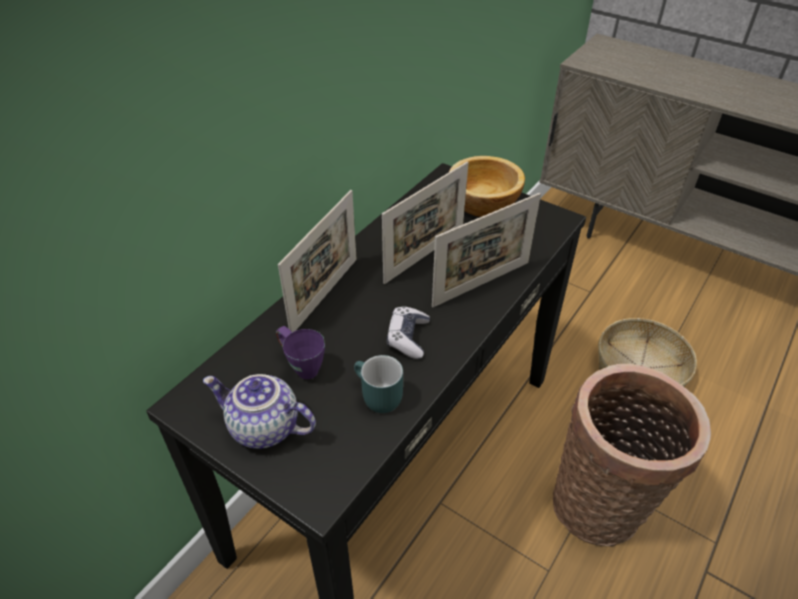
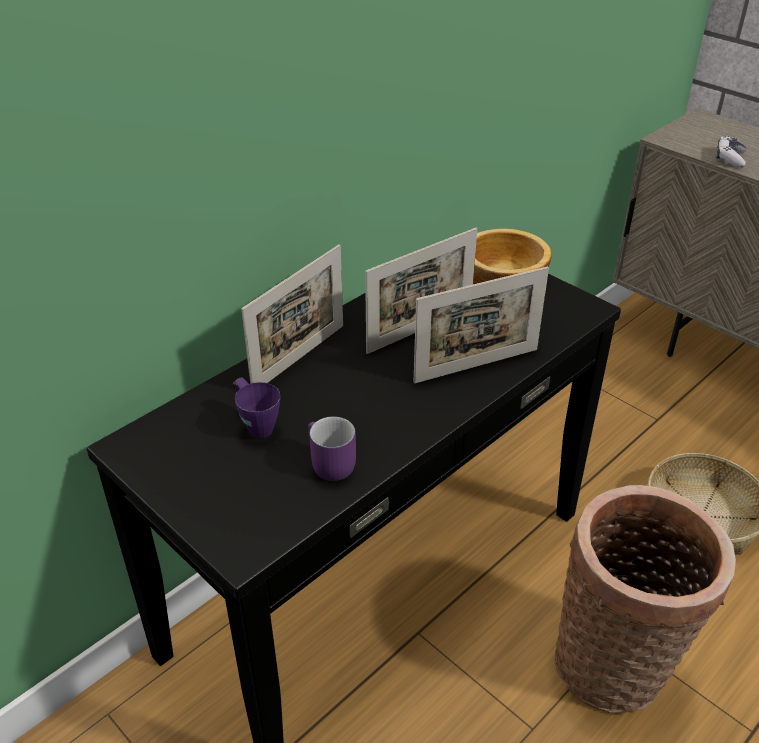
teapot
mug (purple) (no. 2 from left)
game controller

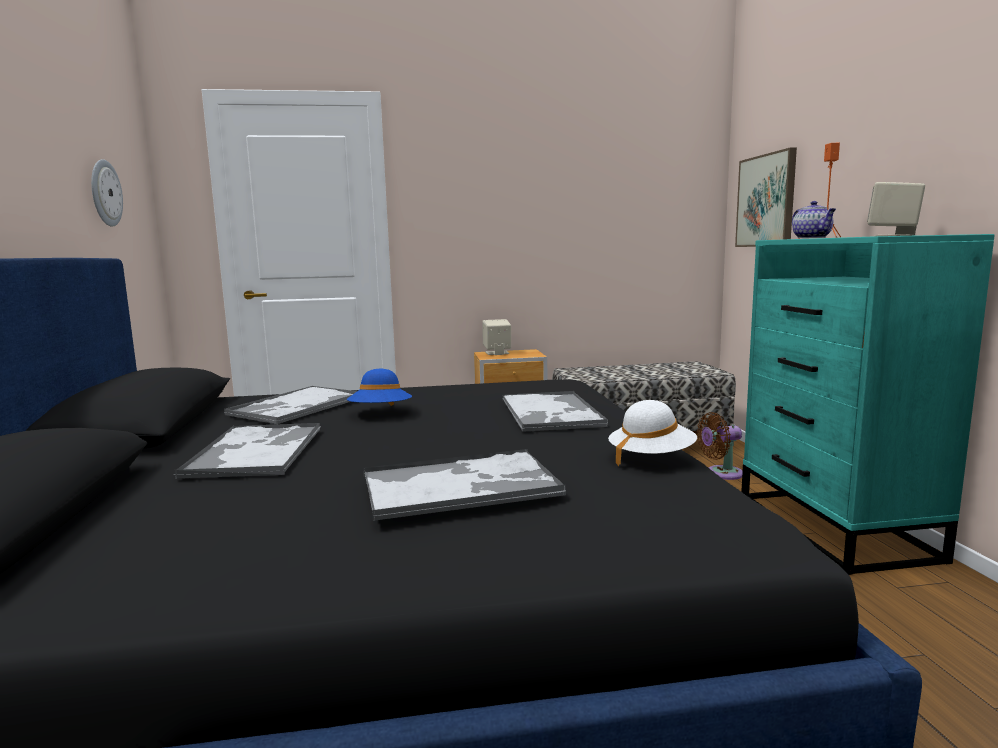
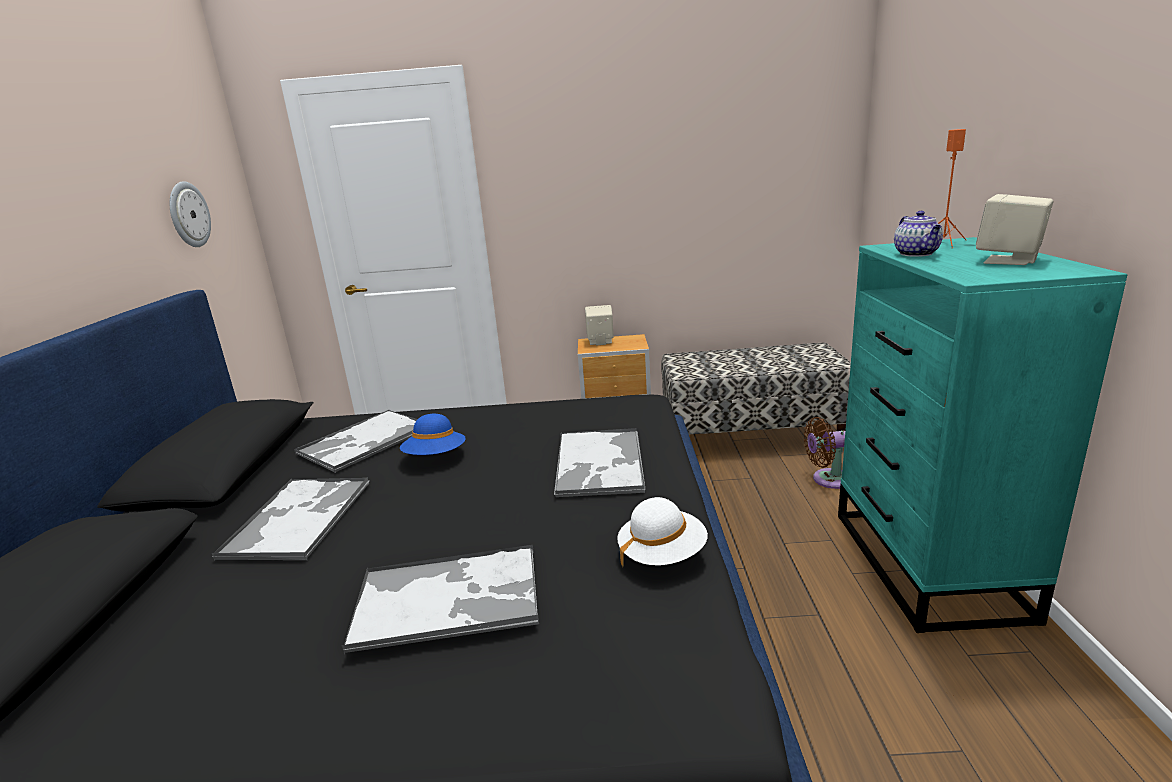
picture

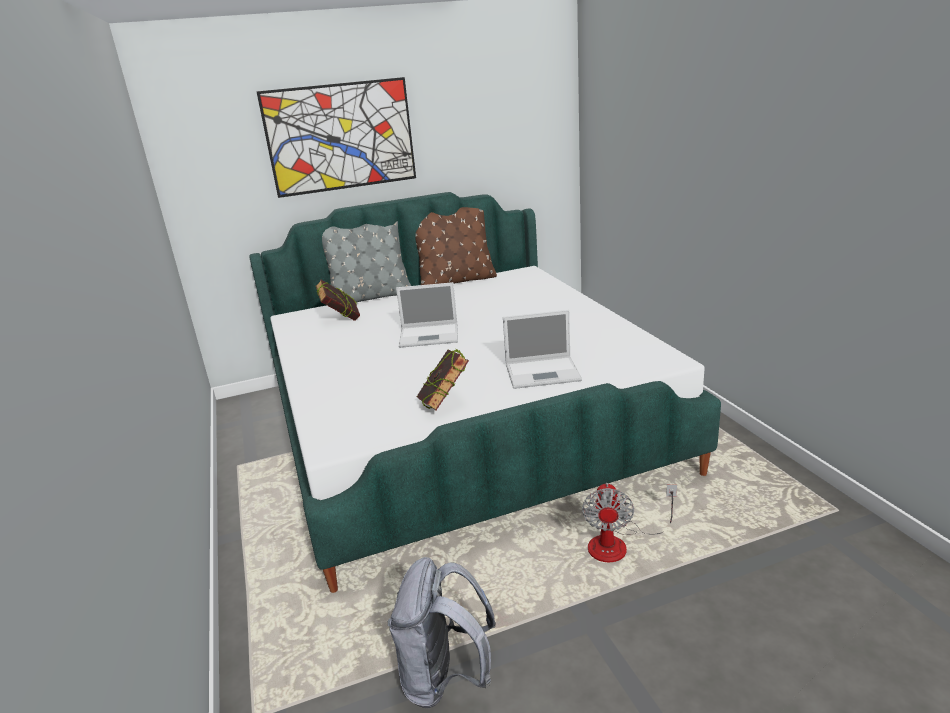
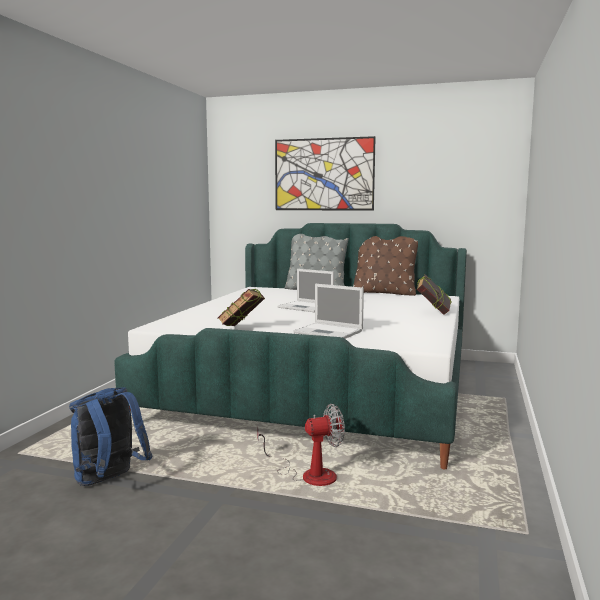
book (no. 2 from left)
backpack (blue)
fan

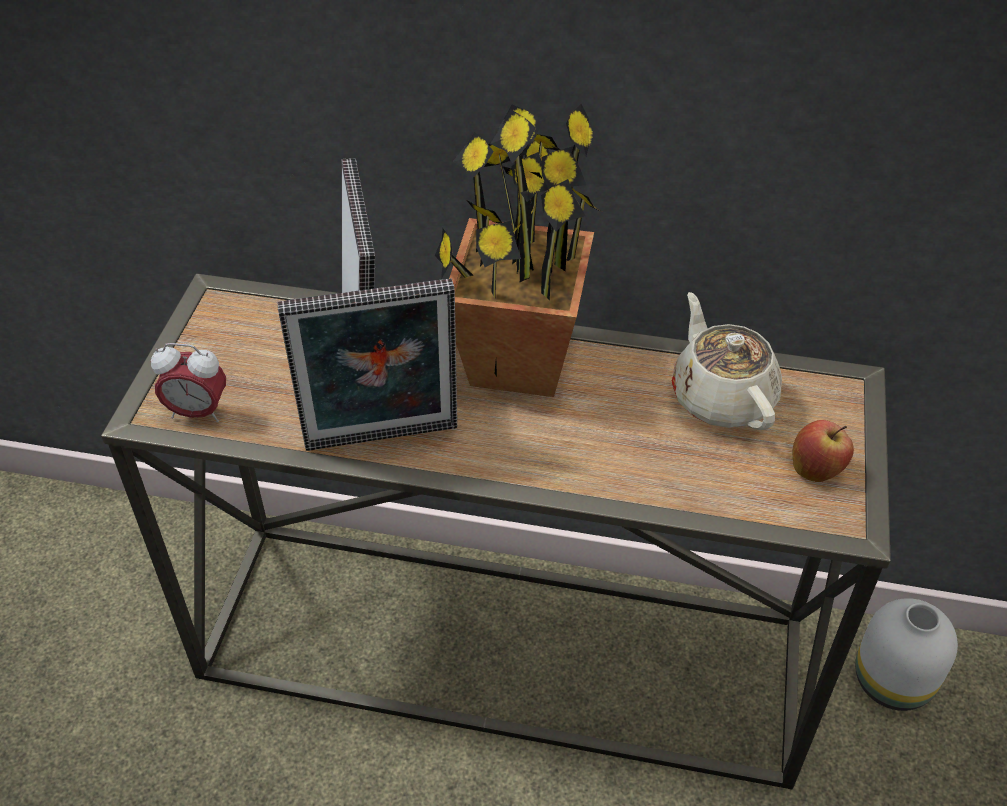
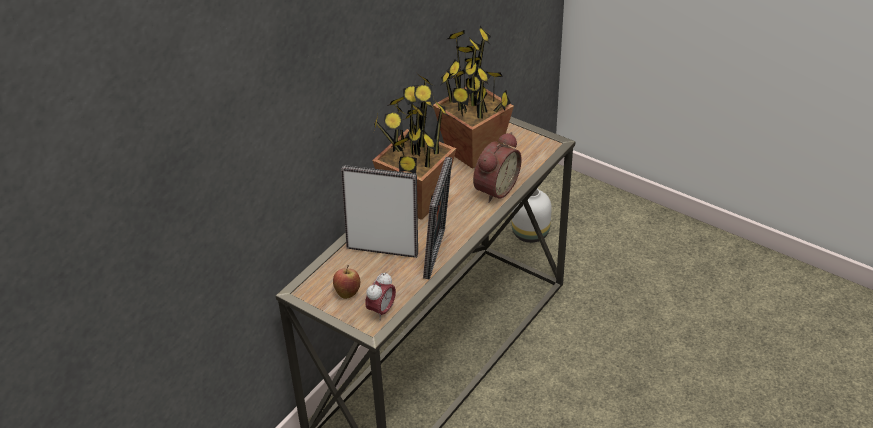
potted plant (no. 2 from left)
apple
alarm clock (no. 2 from left)

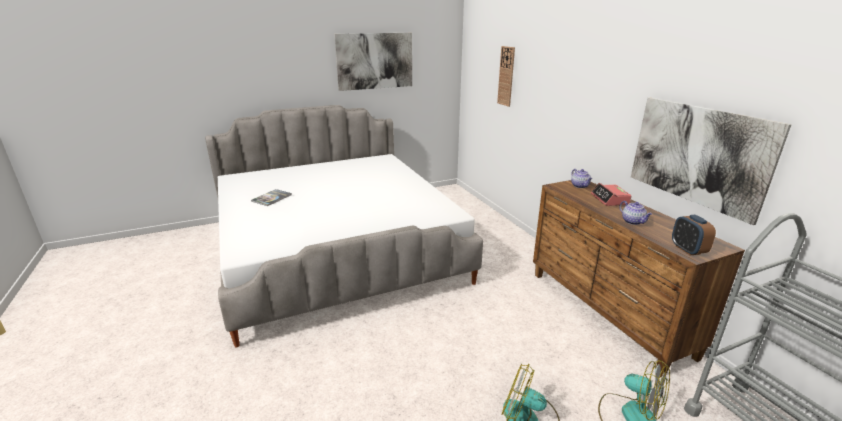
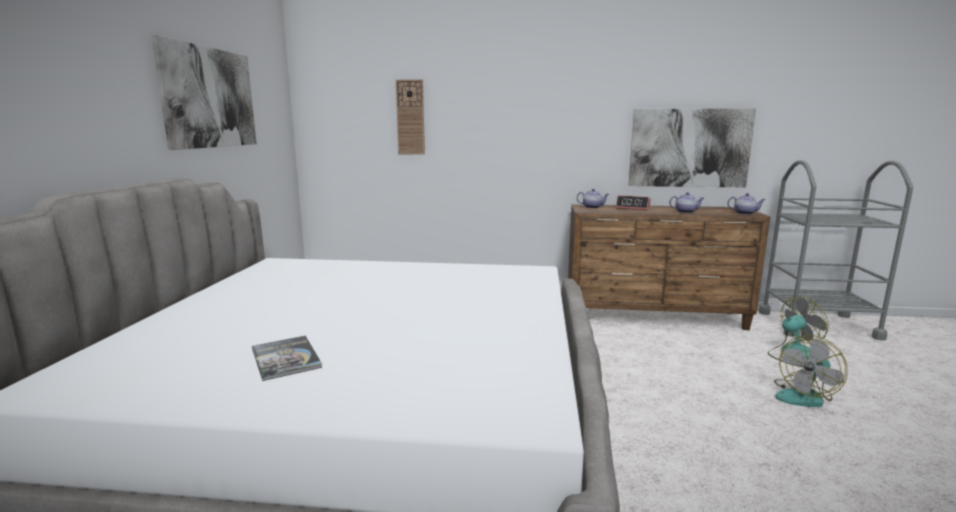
teapot (no. 3 from left)

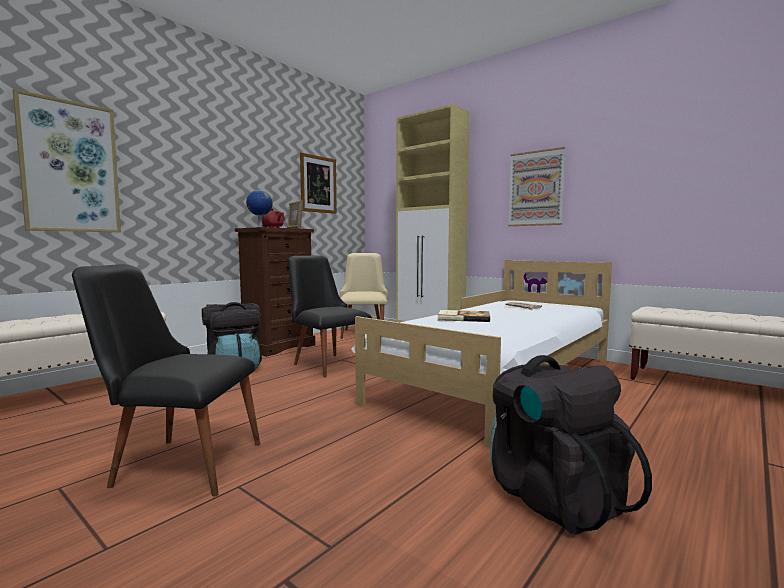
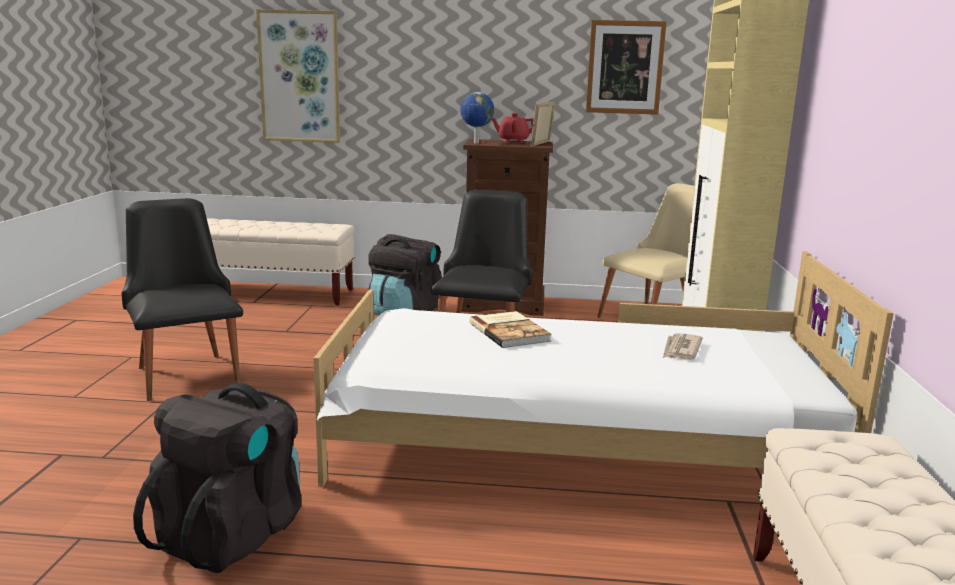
picture (no. 3 from left in the first image)

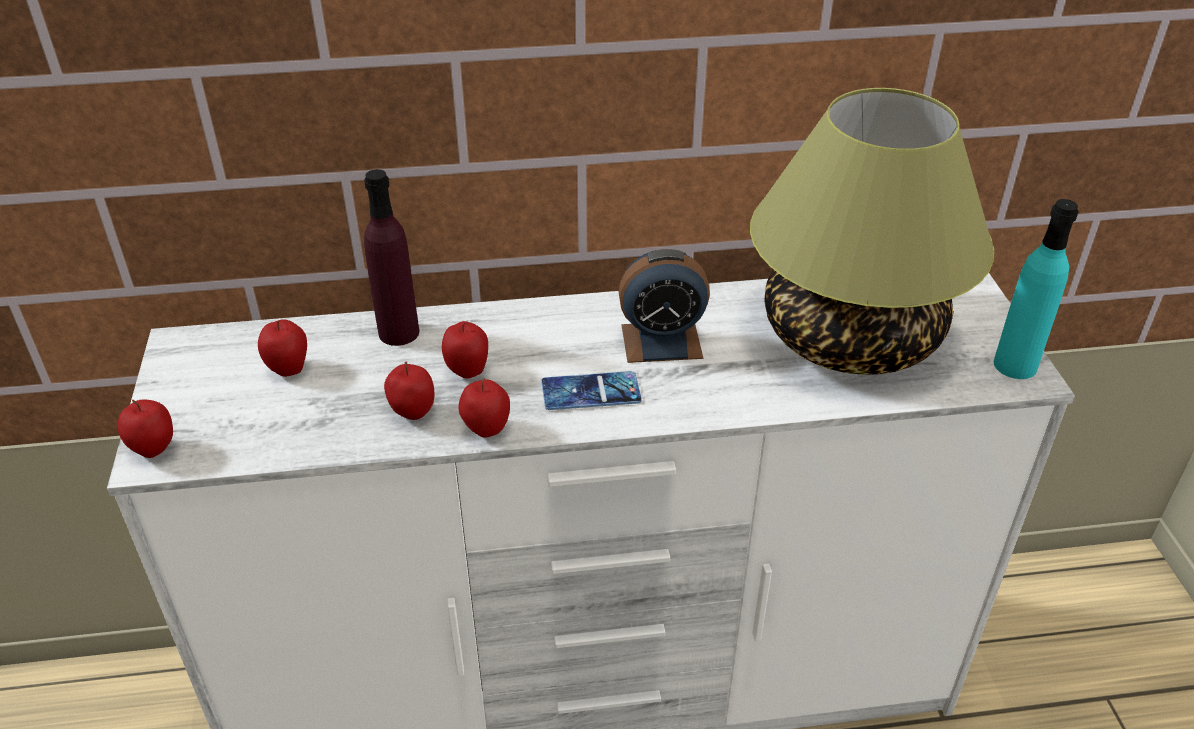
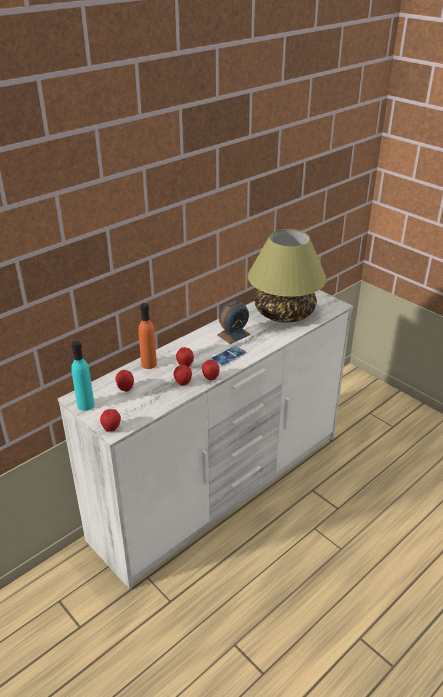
bottle (orange)
bottle (turquoise)

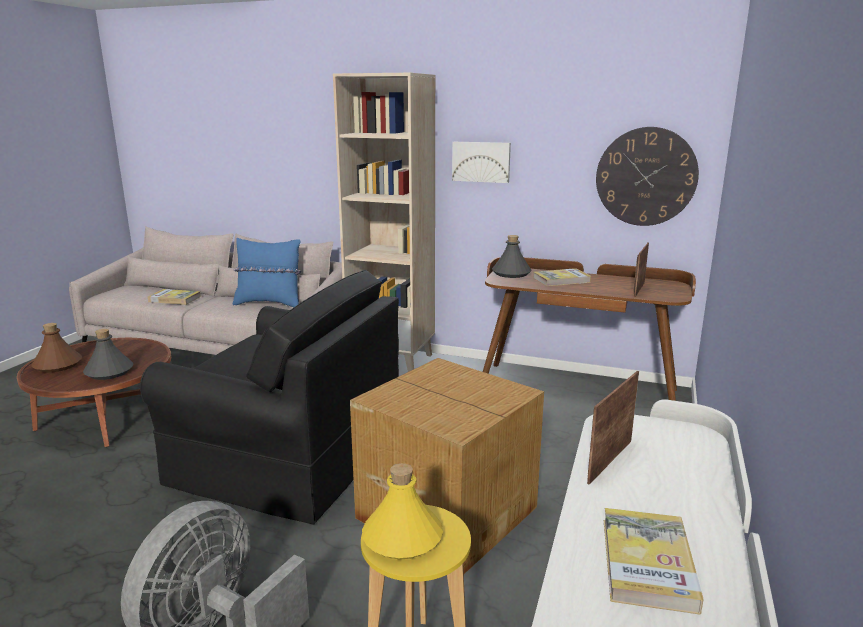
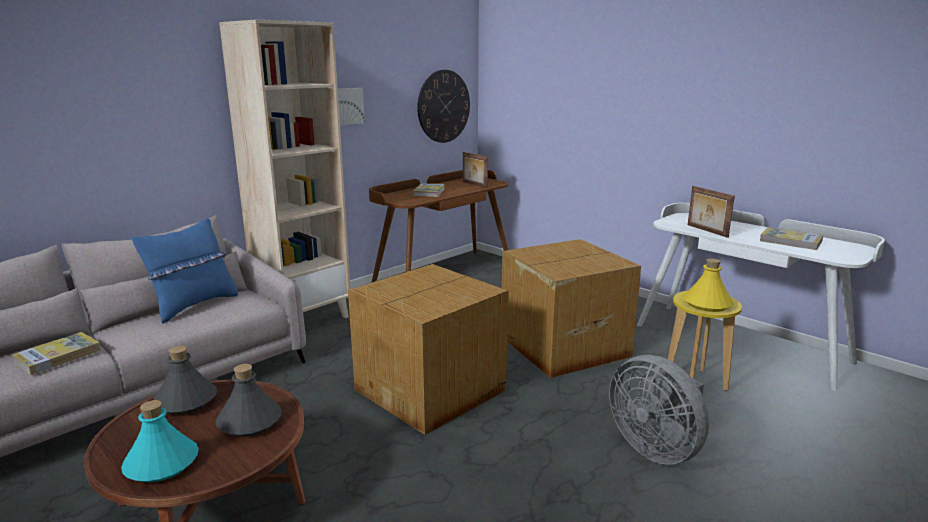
bottle (turquoise)
cardboard box (no. 1 from left)
bottle (grey) (no. 1 from left)

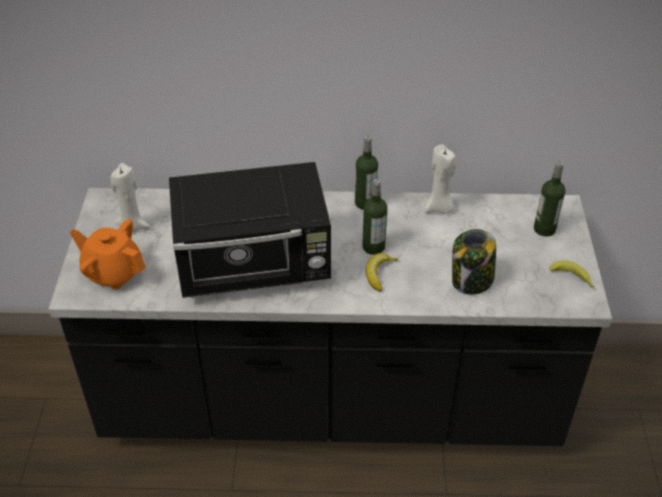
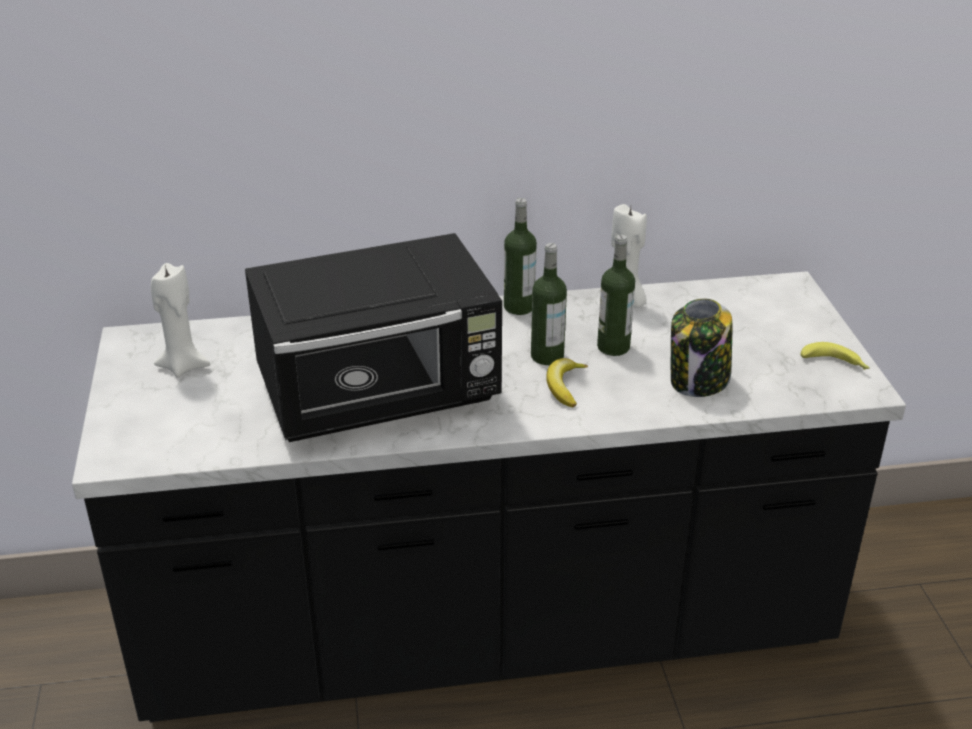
teapot (orange)
bottle (no. 3 from left)

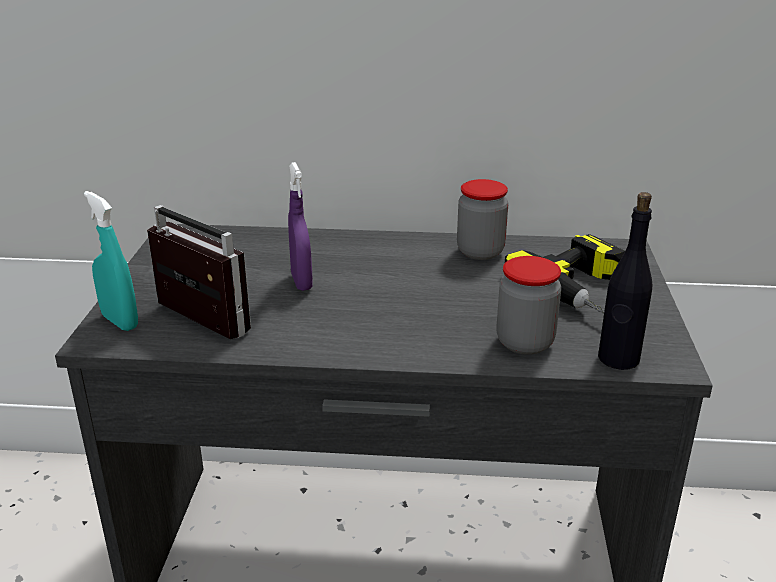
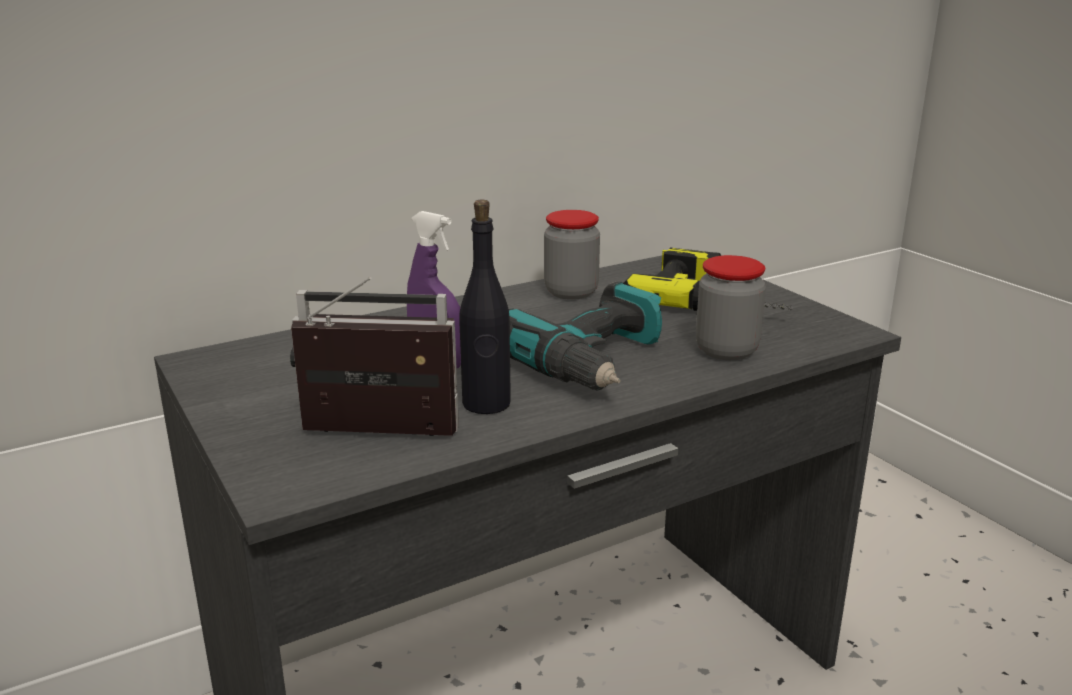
spray bottle (turquoise)
bottle (black)
power drill (no. 1 from left)

